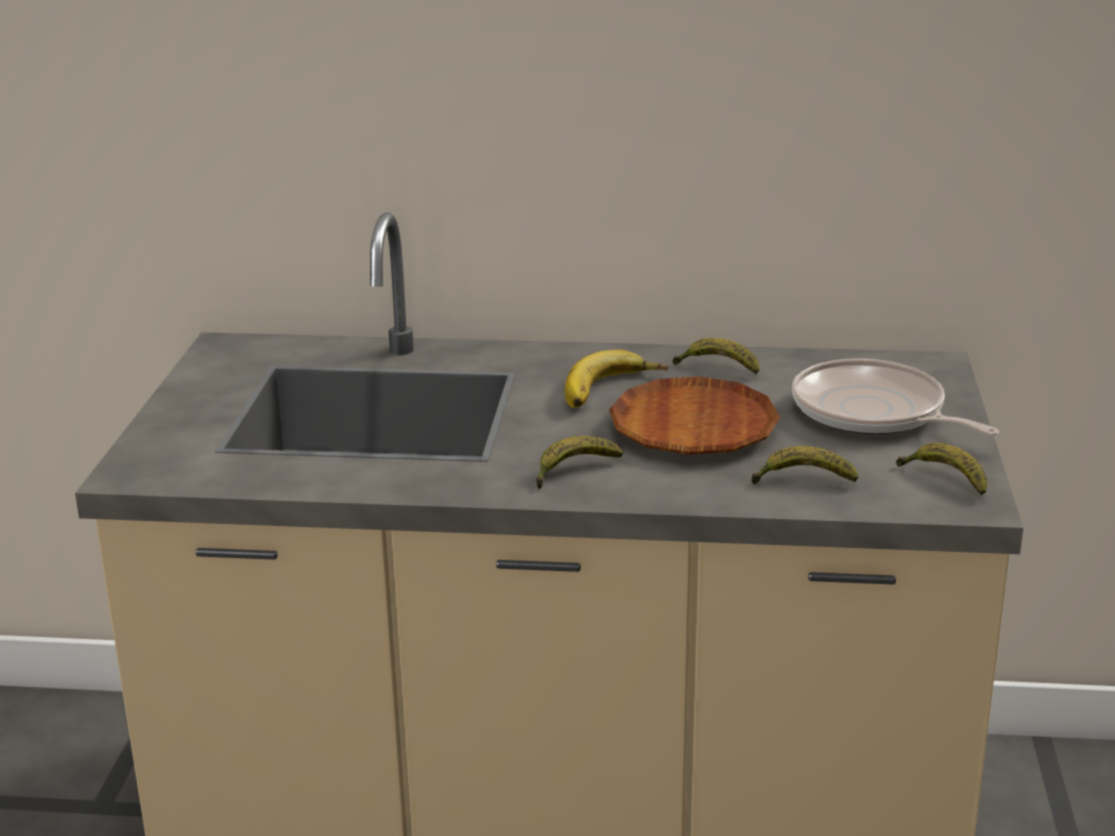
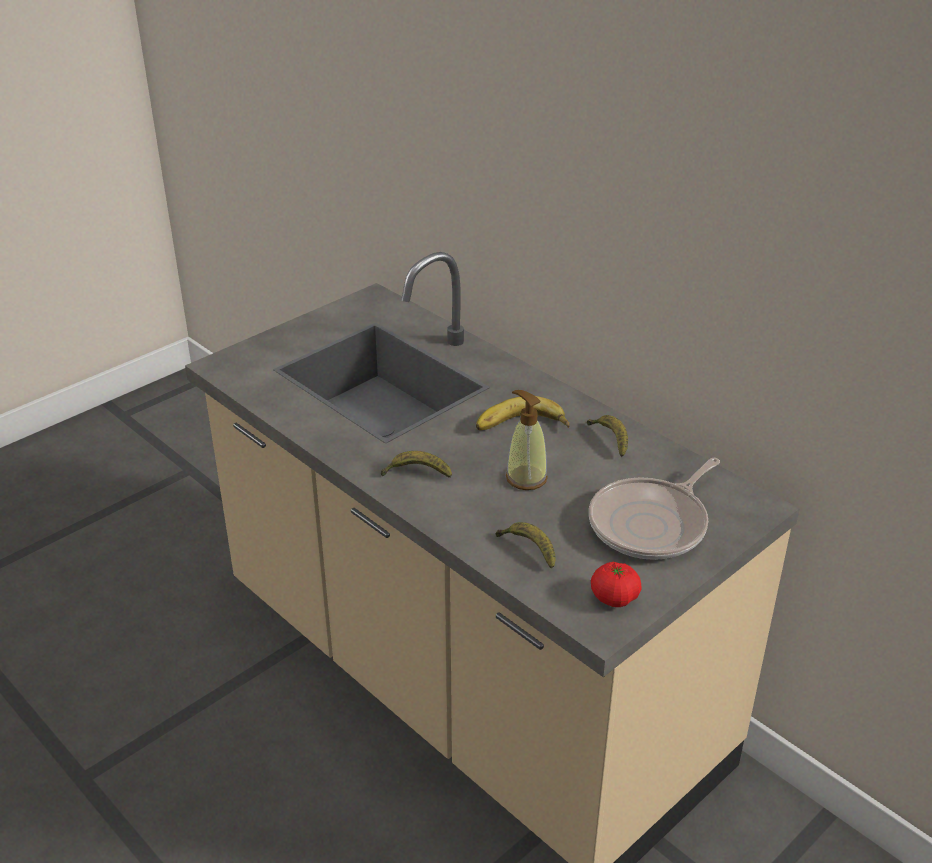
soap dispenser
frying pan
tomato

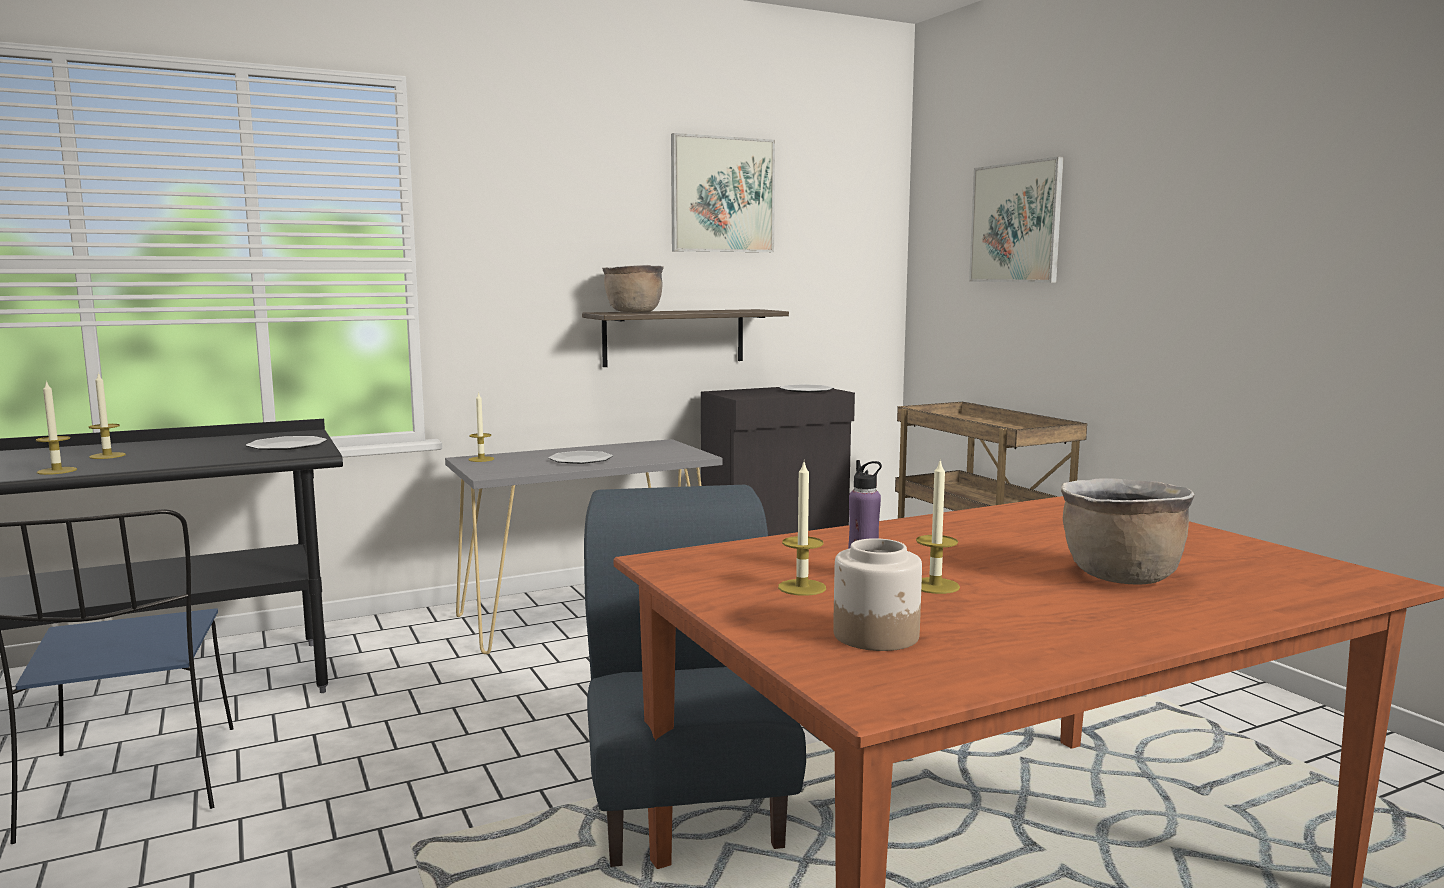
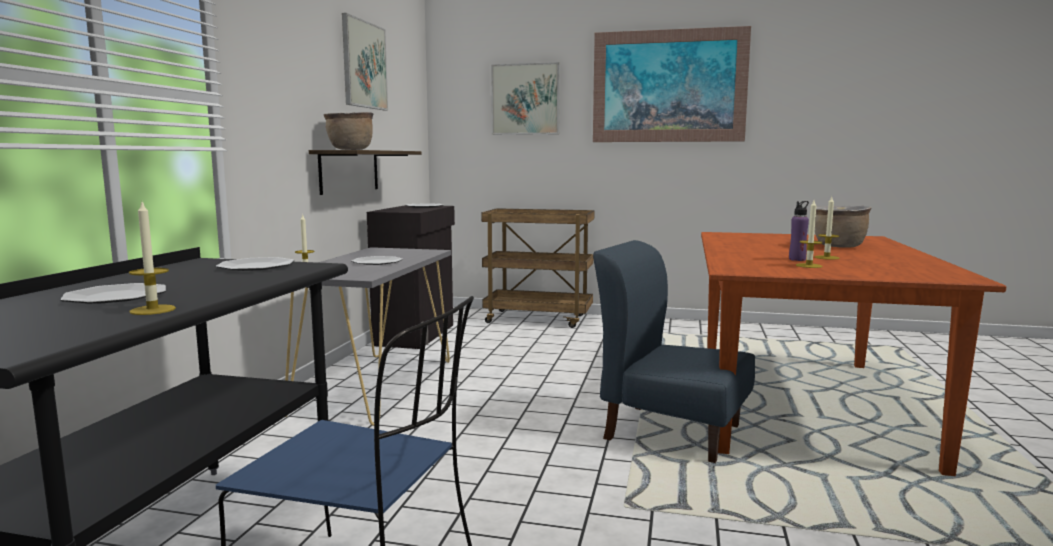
plate (no. 1 from left)
jar
picture (no. 3 from left)

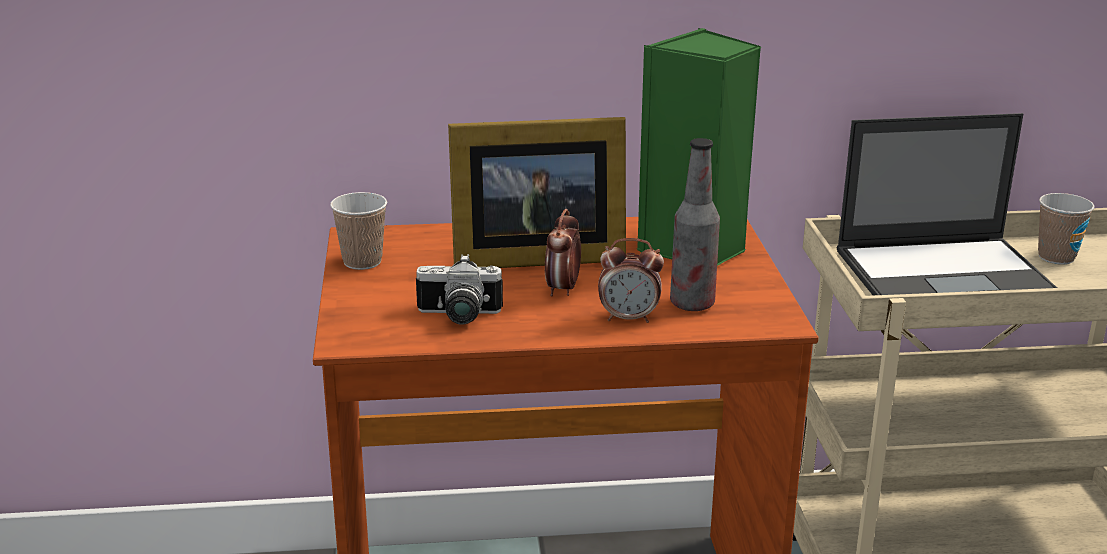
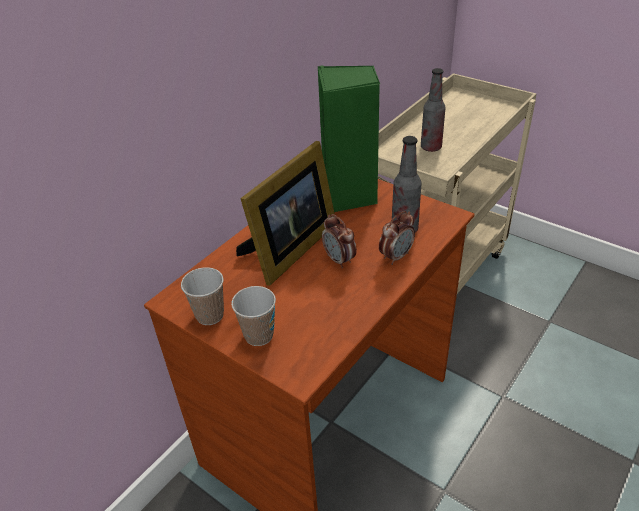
photo camera
bottle (no. 2 from left)
cup (no. 2 from left)

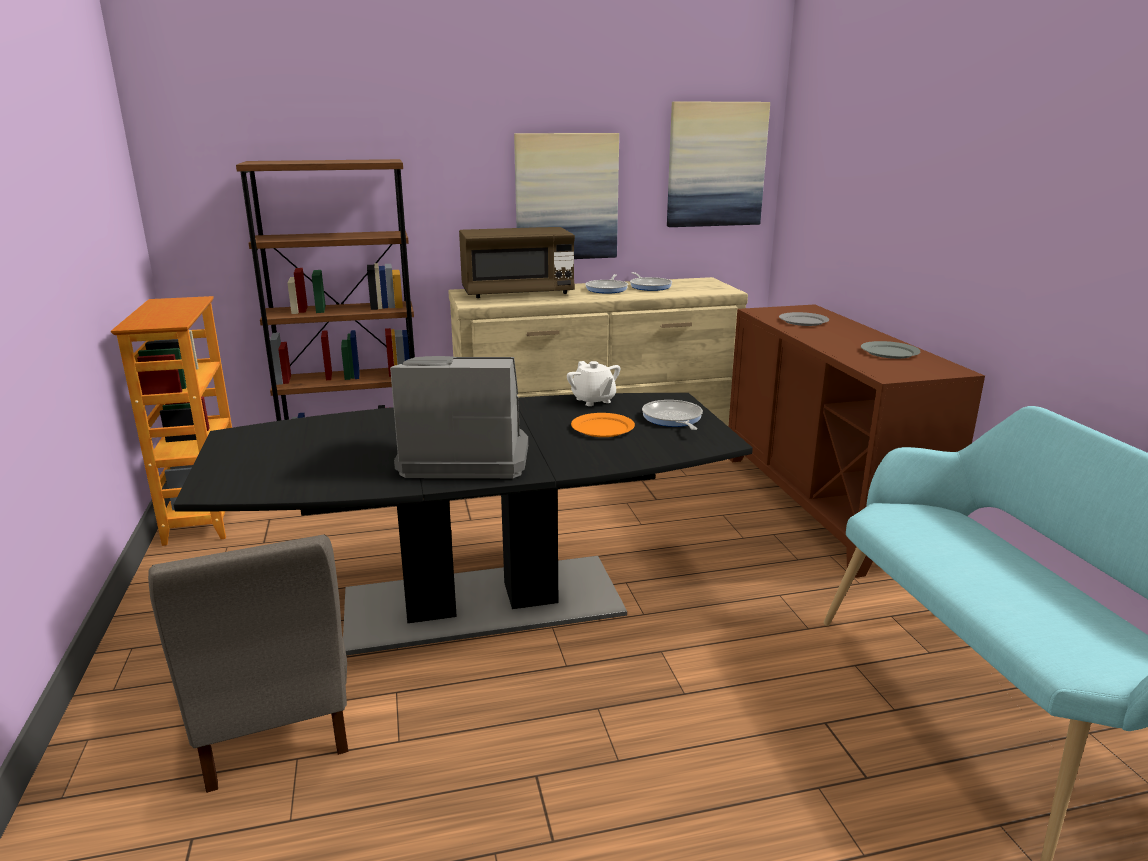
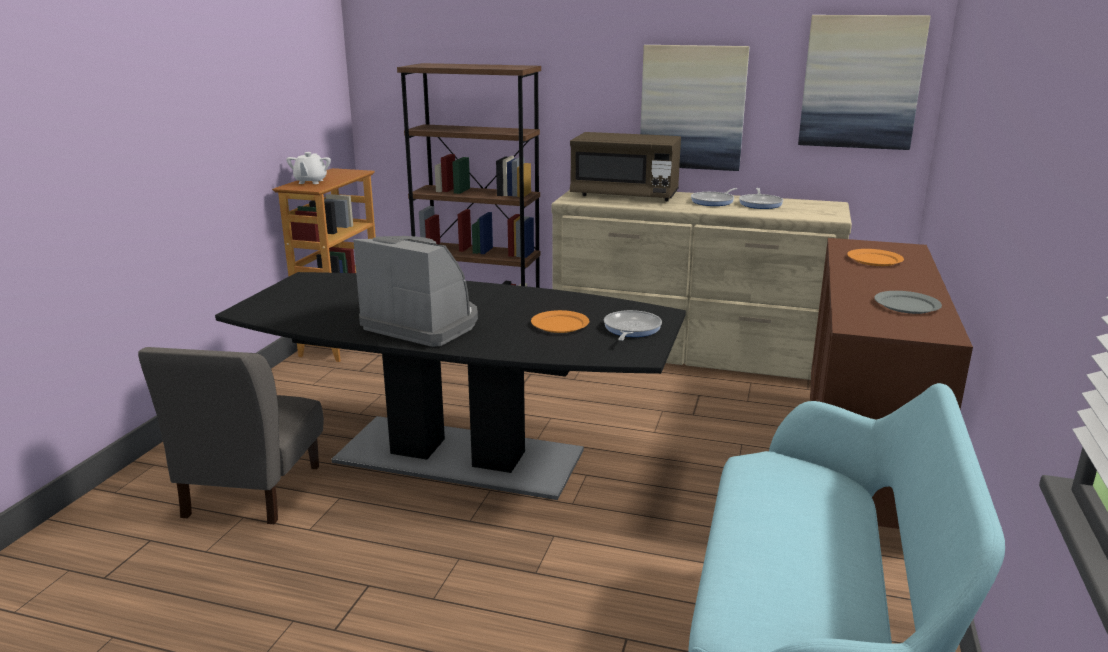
teapot (white)
plate (orange) (no. 2 from left)

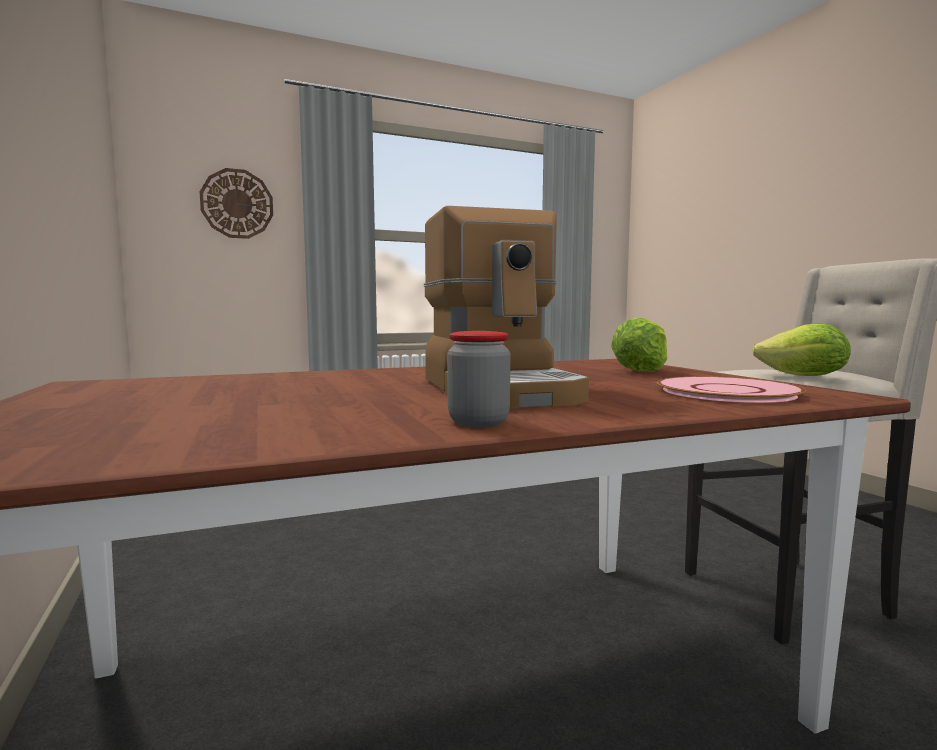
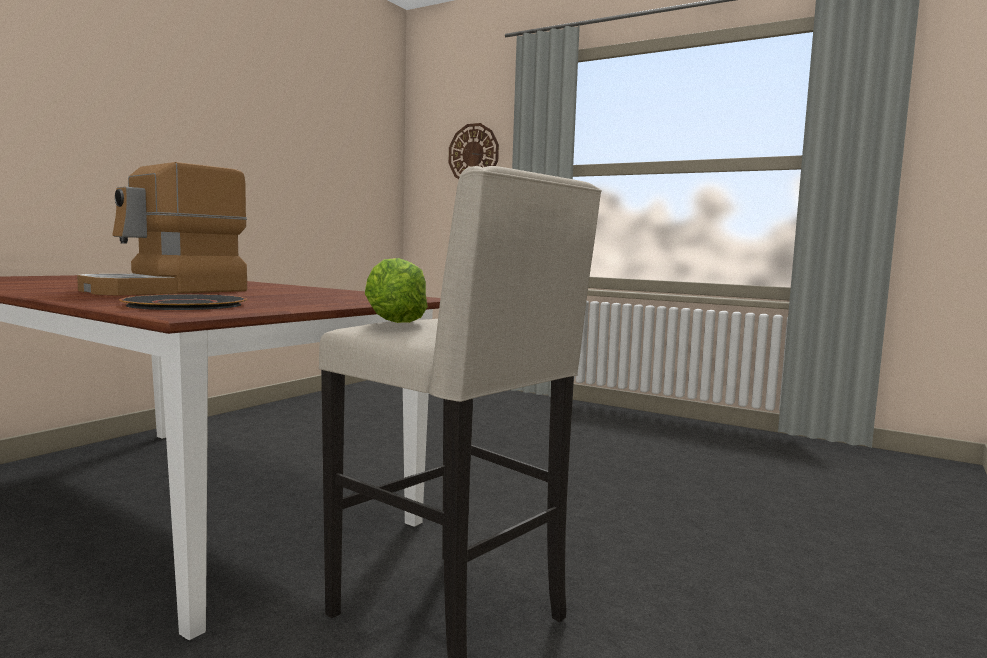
jar
lettuce (no. 1 from left in the first image)
plate (black)

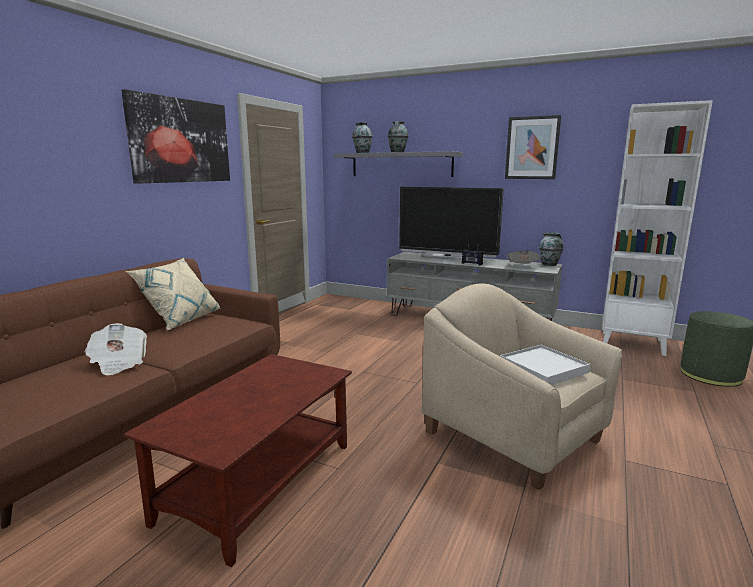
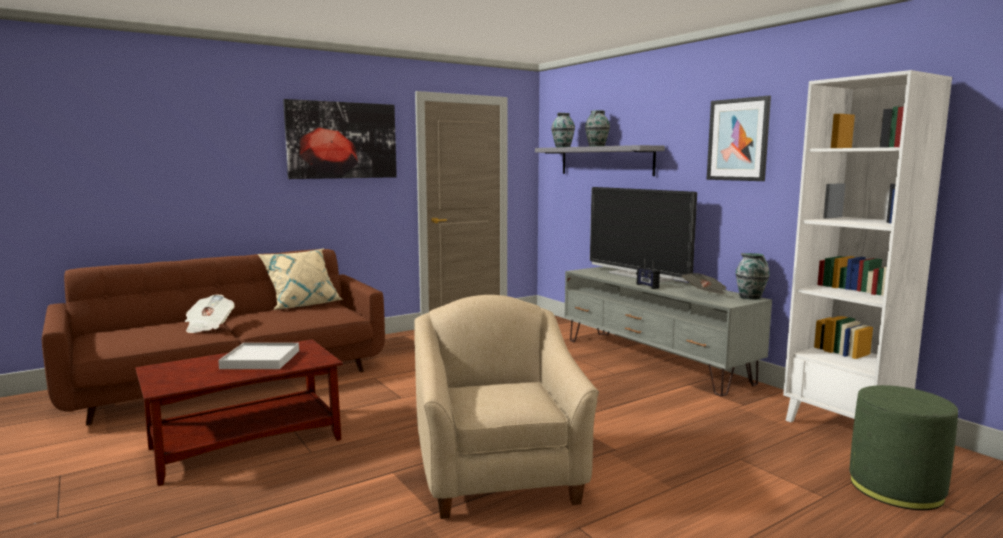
tray (white)

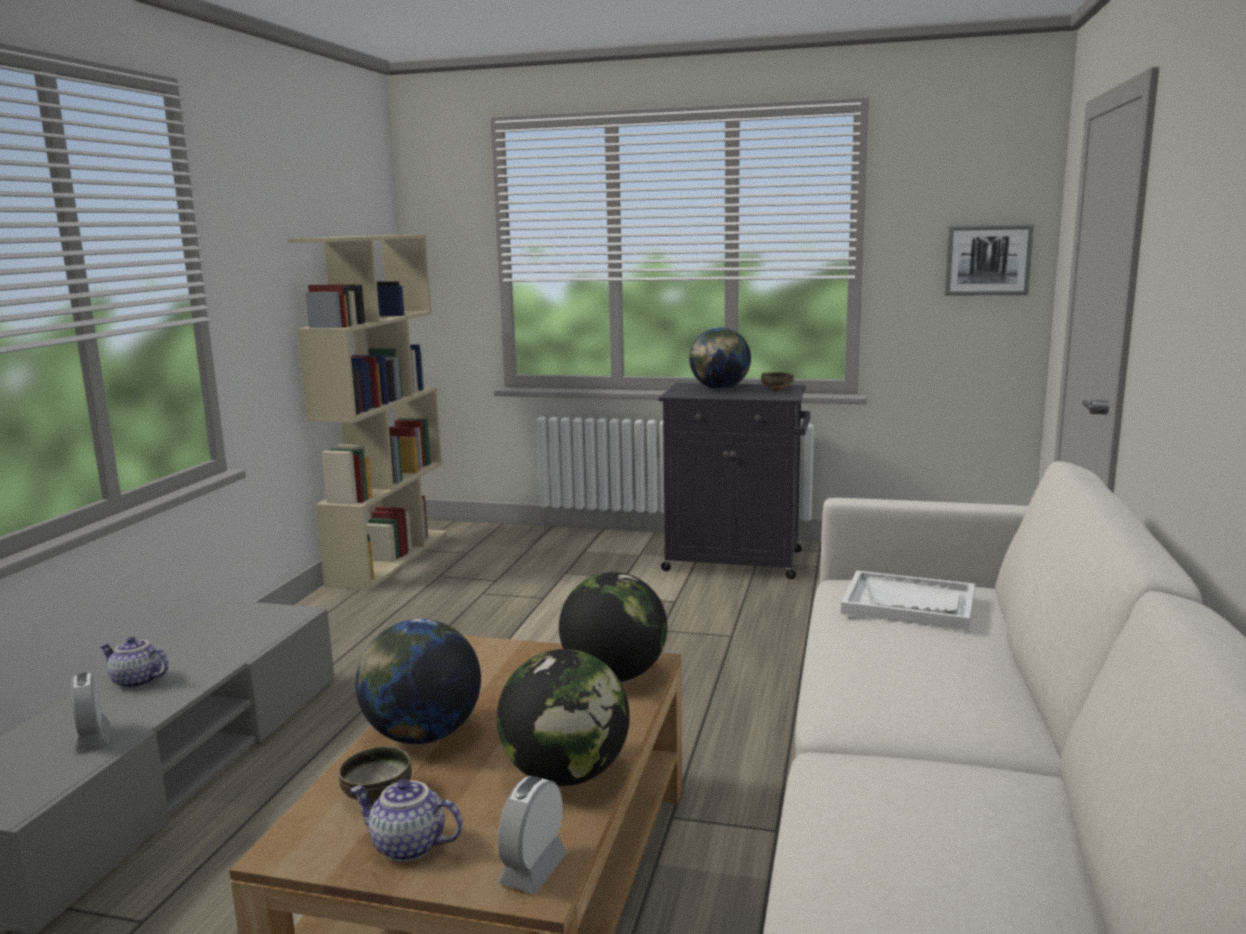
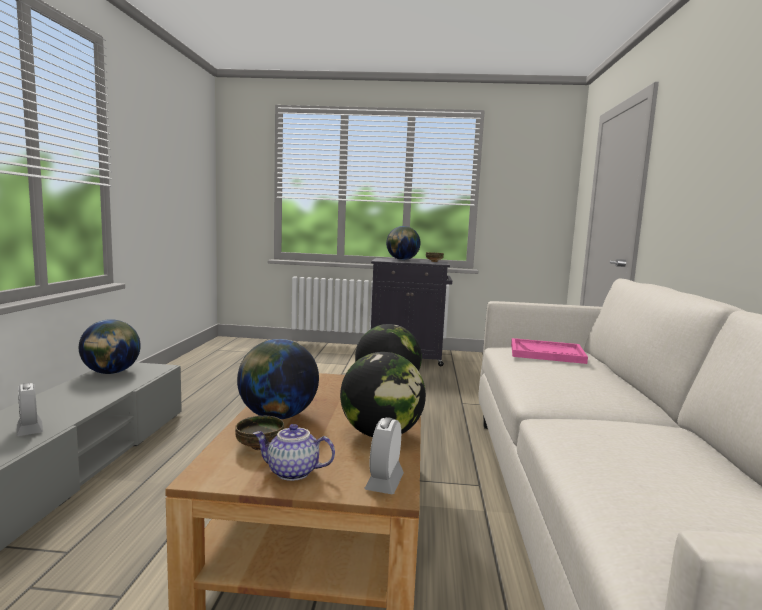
teapot (no. 1 from left in the first image)
bookcase (beige)
tray (pink)
picture
globe (no. 1 from left)

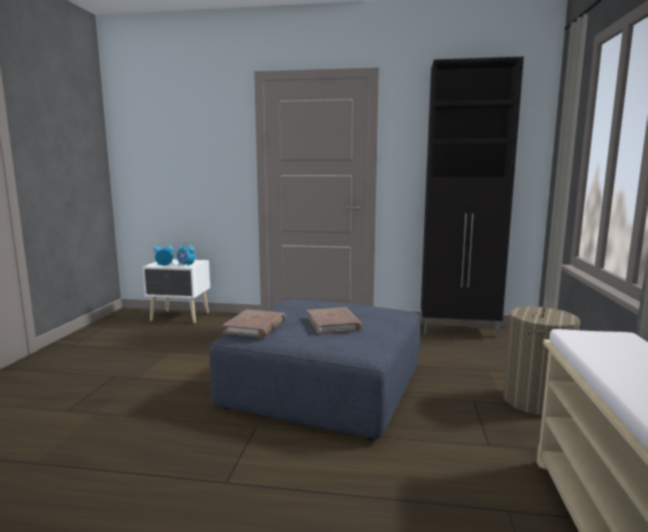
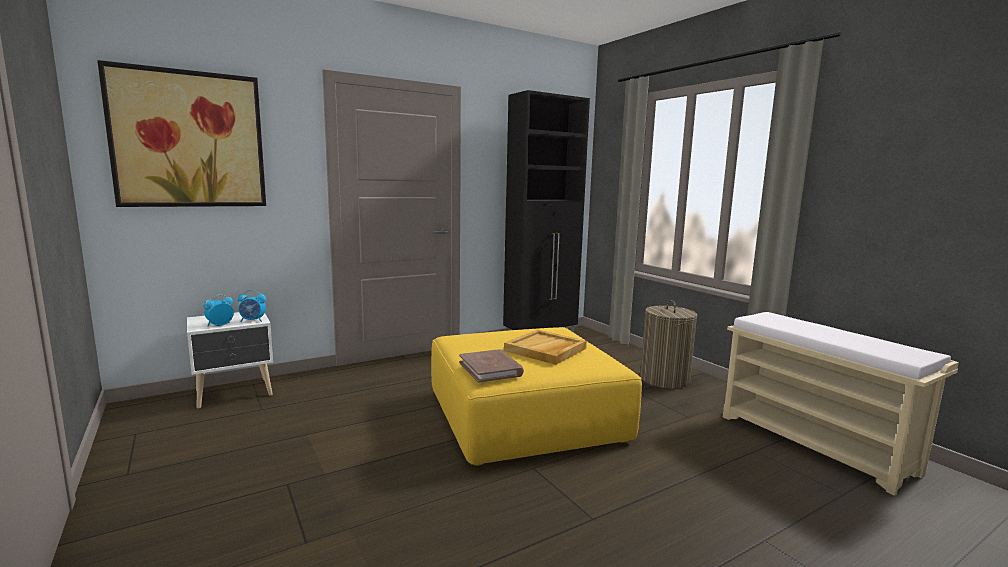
ottoman (yellow)
tray (beige)
picture

